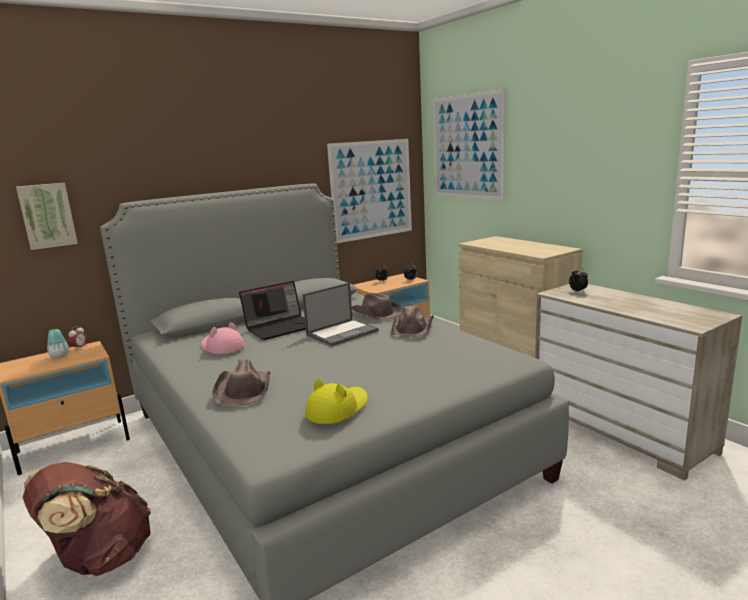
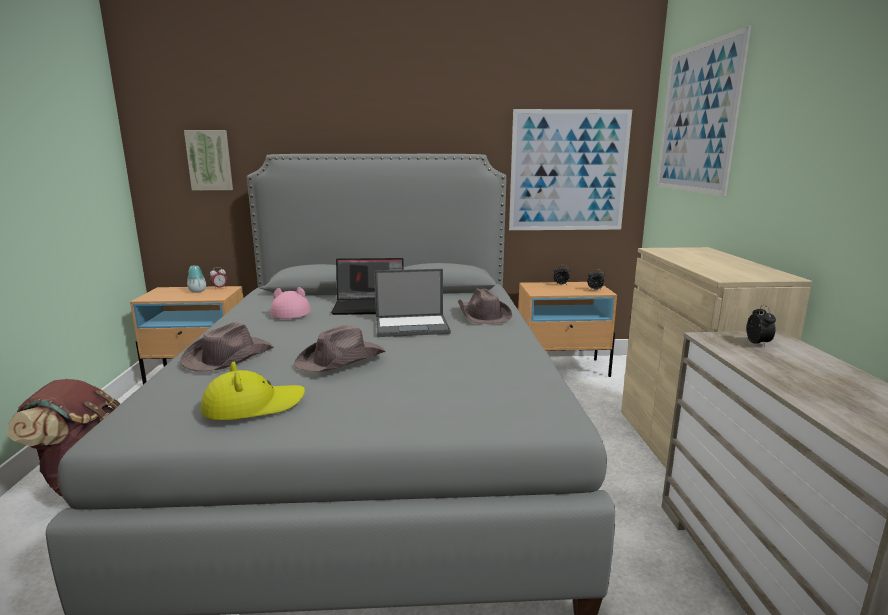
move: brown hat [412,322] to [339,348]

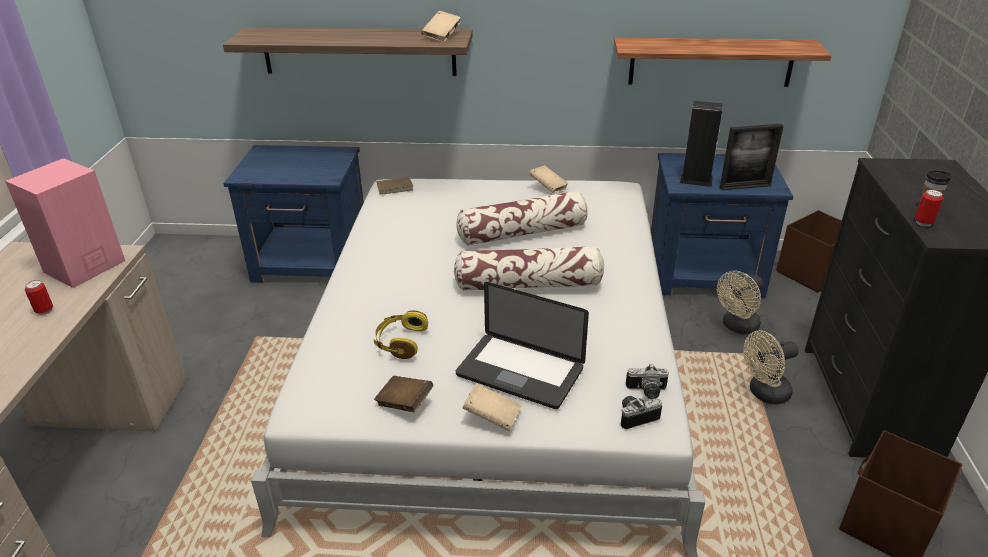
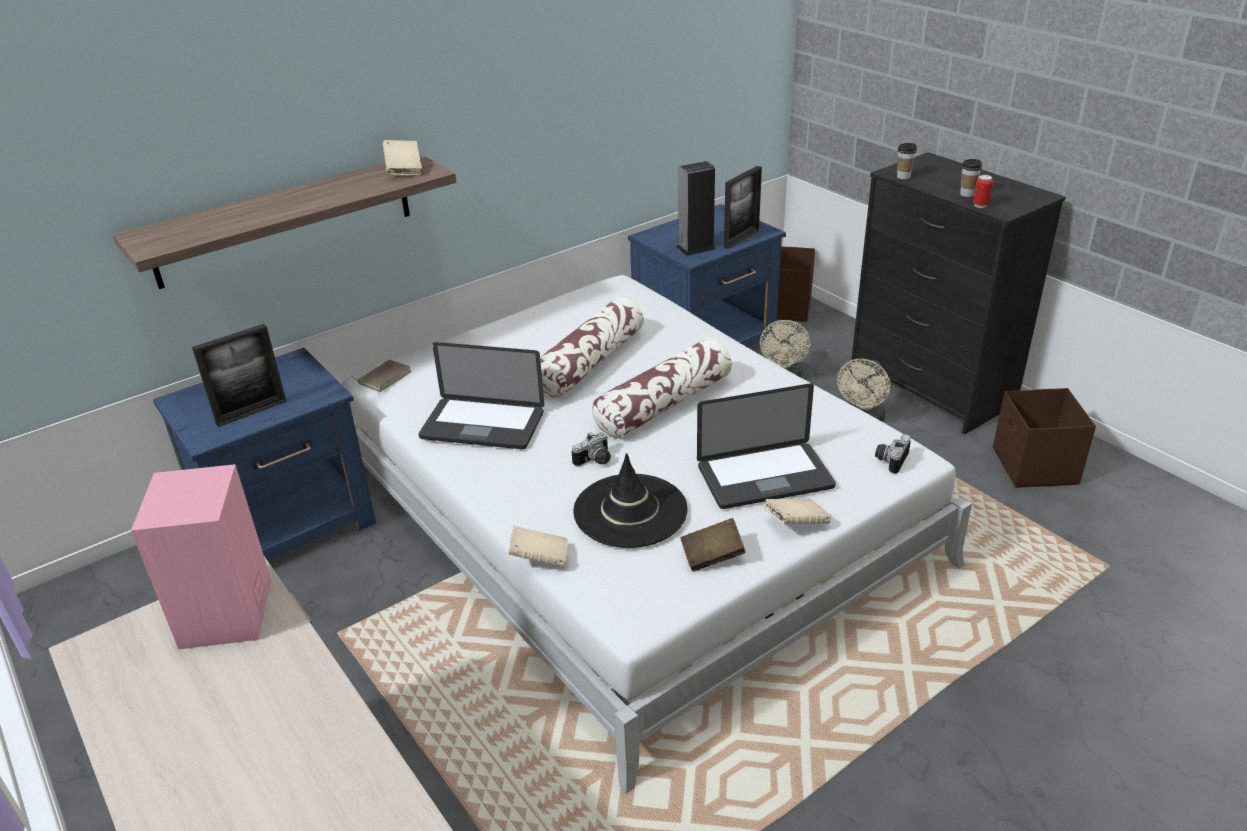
delete: can [39,297]; shelf [722,62]
insert: picture frame [239,375]; laptop [481,395]; cup [907,161]
move: beige book [549,179] to [538,546]; photo camera [647,381] to [591,449]
replace: yellow headphones [401,335] to black hat [630,500]

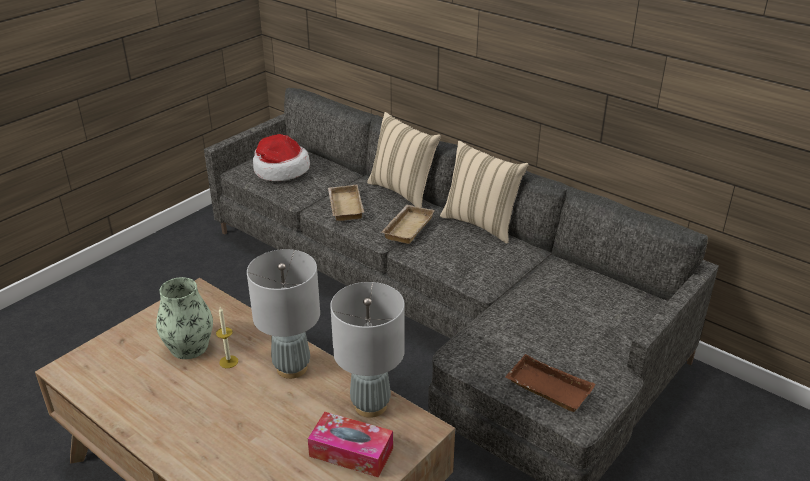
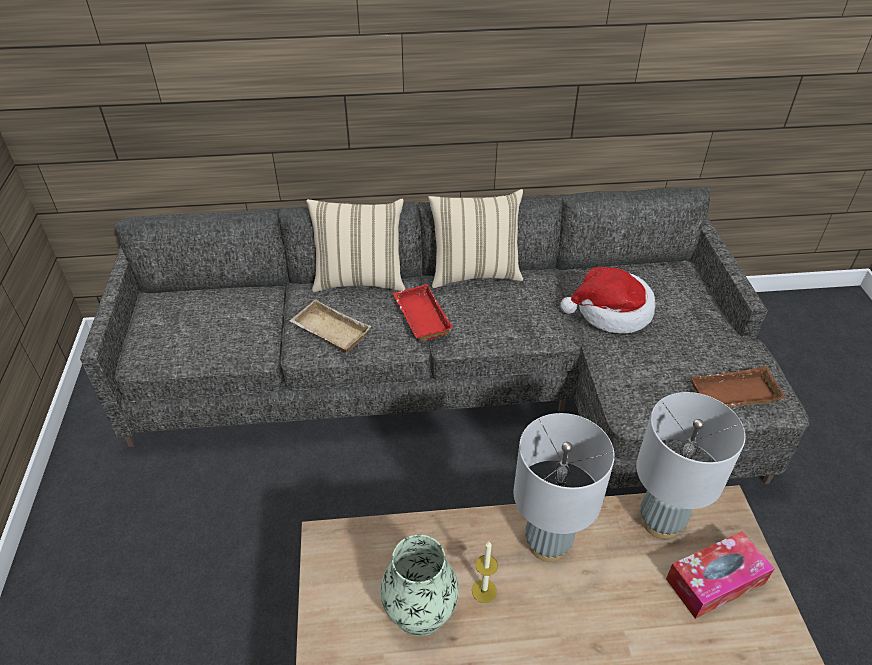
move: hat [281,157] to [607,300]
recolor: beige tray [408,224] to red tray [423,313]

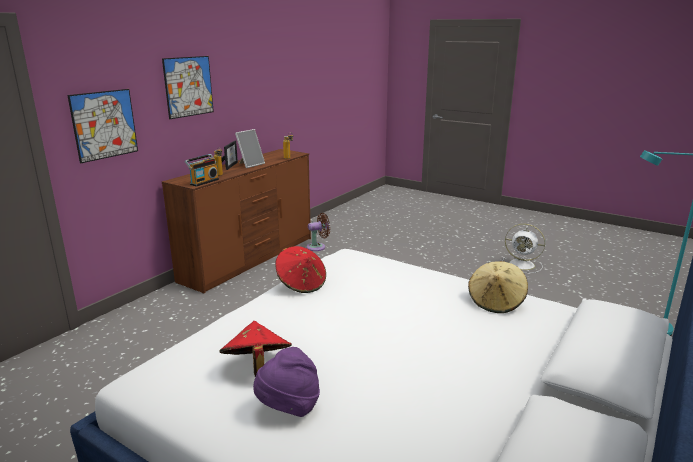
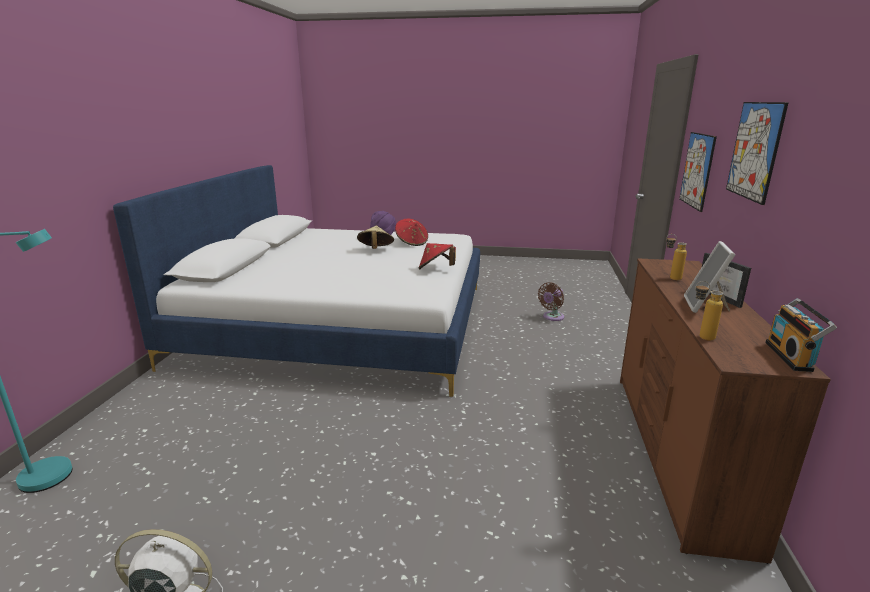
move: radio [202,170] to [801,335]; brown fan [318,232] to [551,301]; beige hat [498,287] to [375,237]

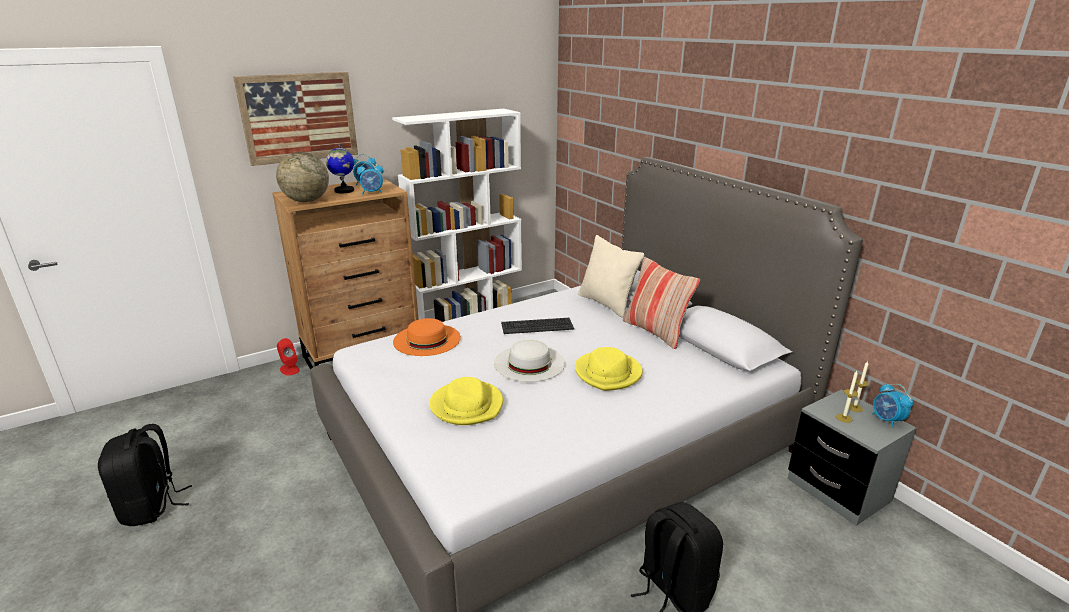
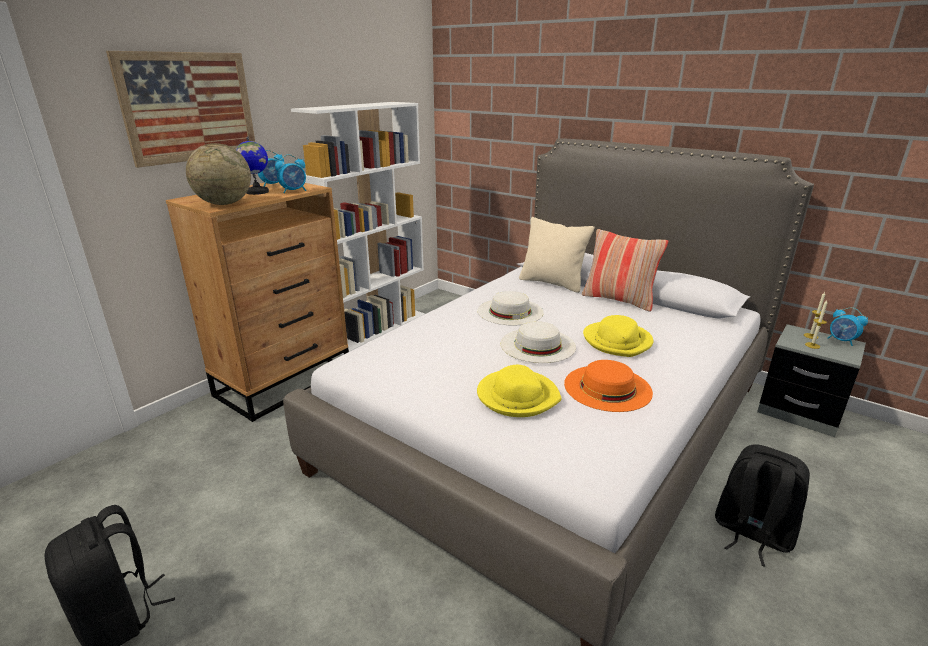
delete: red speaker [288,357]
move: orange hat [427,337] to [608,386]
replace: keyboard [537,326] to white hat [510,308]

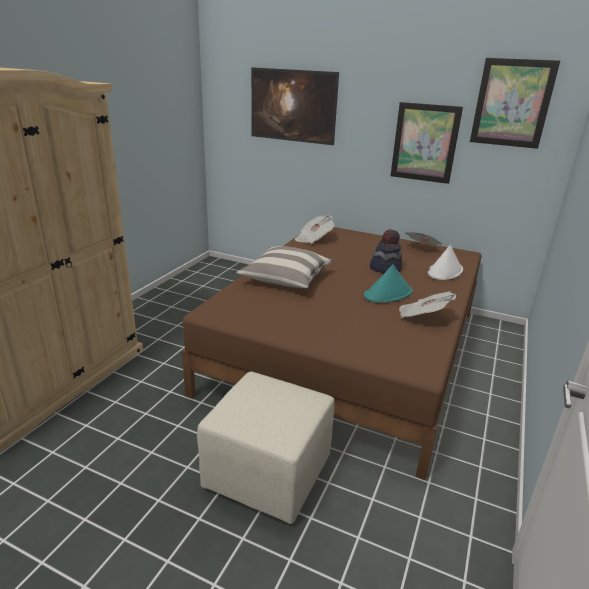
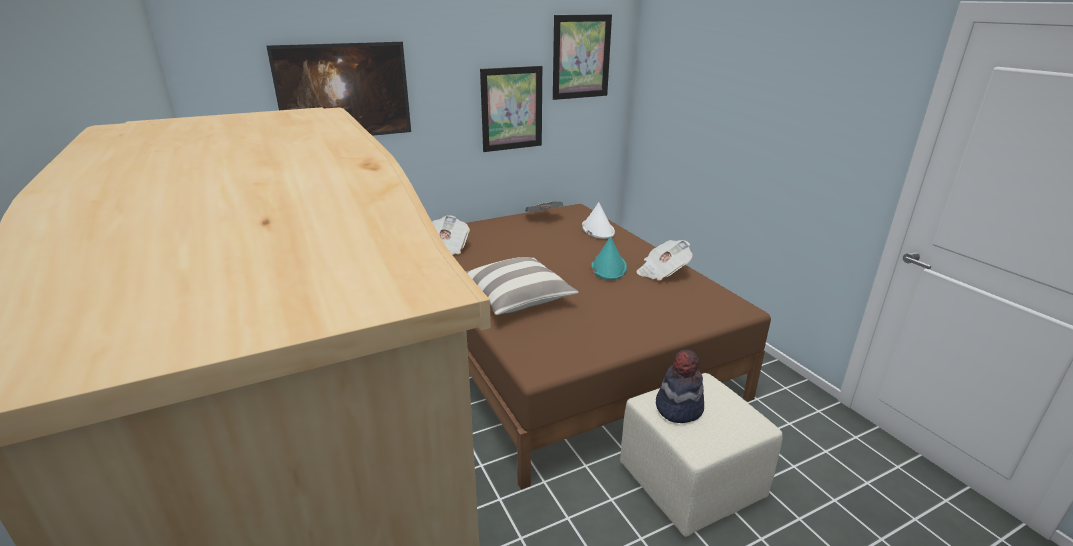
move: hat [386,251] to [680,386]

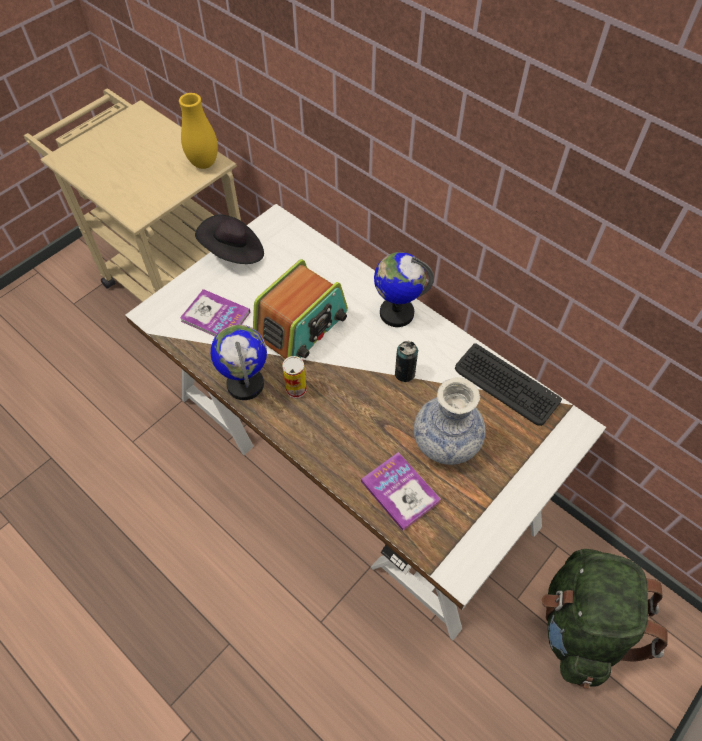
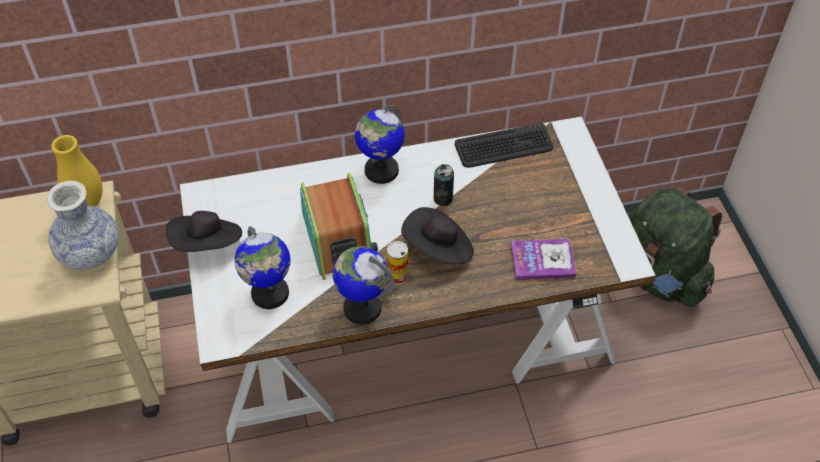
insert: black hat [437,235]
move: vase [449,421] to [83,225]
replace: book [215,313] to globe [262,267]

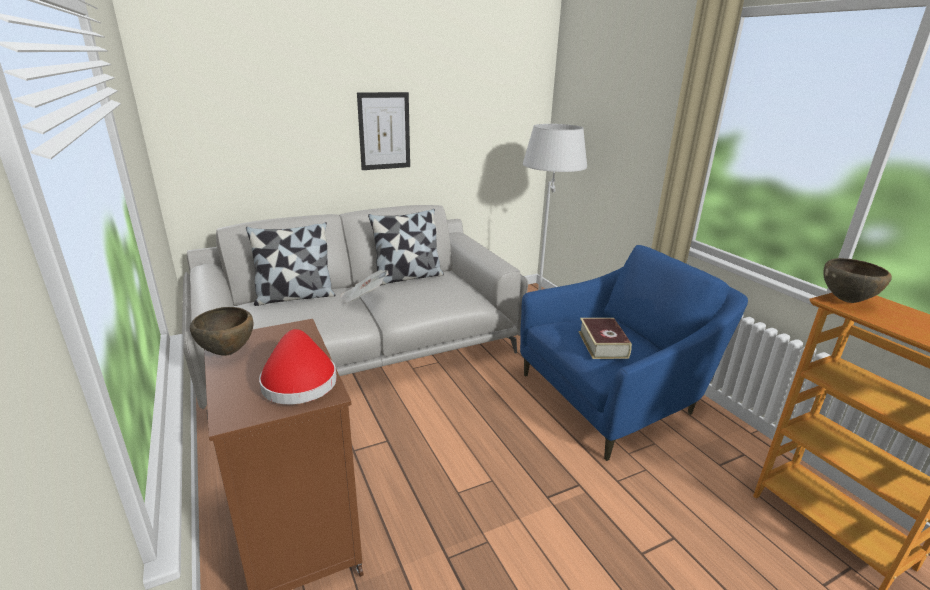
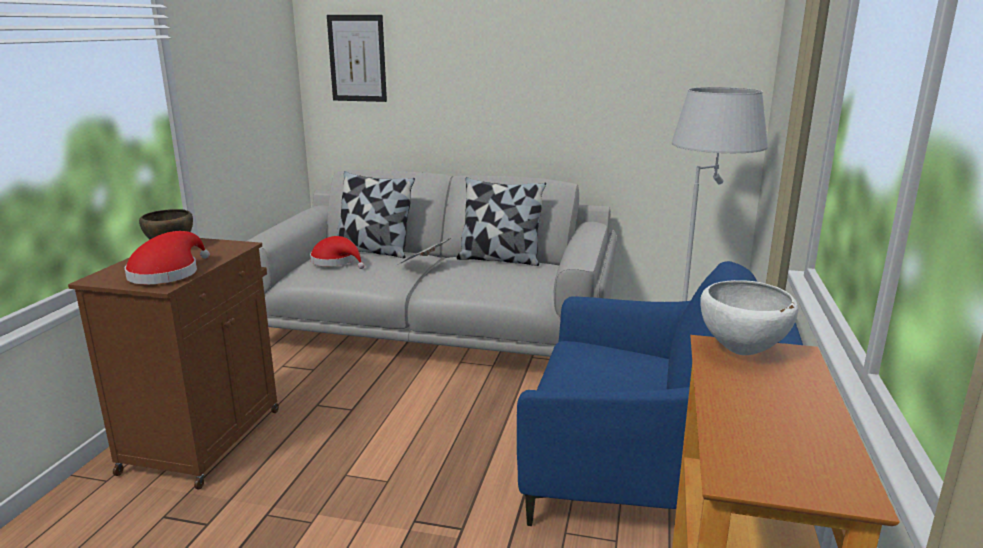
delete: book [605,338]
insert: red hat [337,252]
move: picture [383,131] to [357,58]
recolor: brown bowl [857,280] to white bowl [749,317]

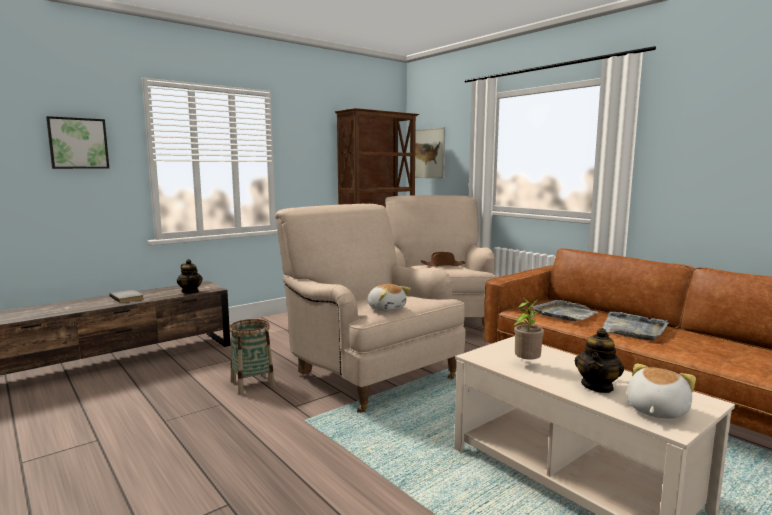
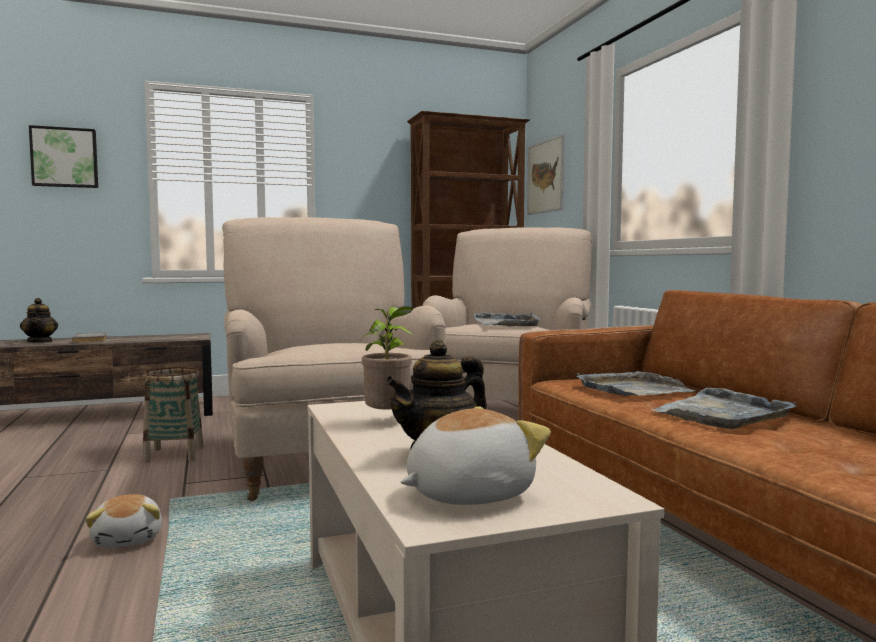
move: teapot [190,276] to [39,320]; plush toy [389,298] to [123,521]
replace: brown hat [443,259] to grey tray [507,319]

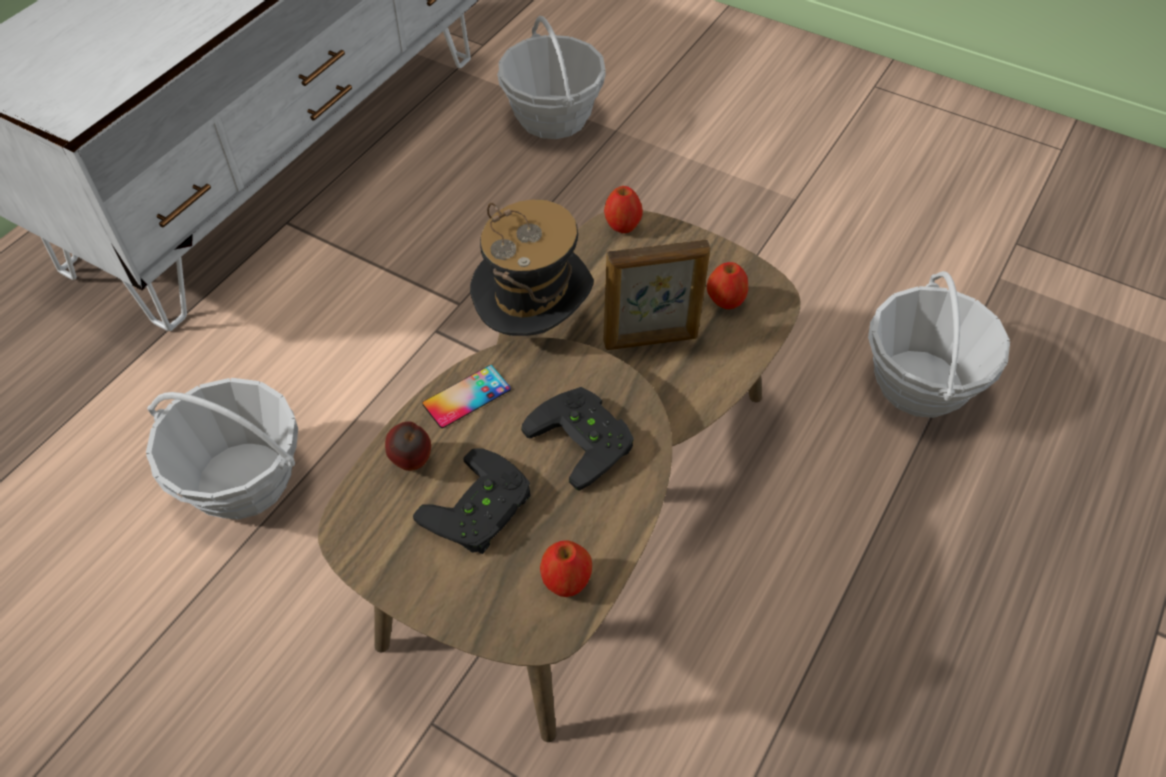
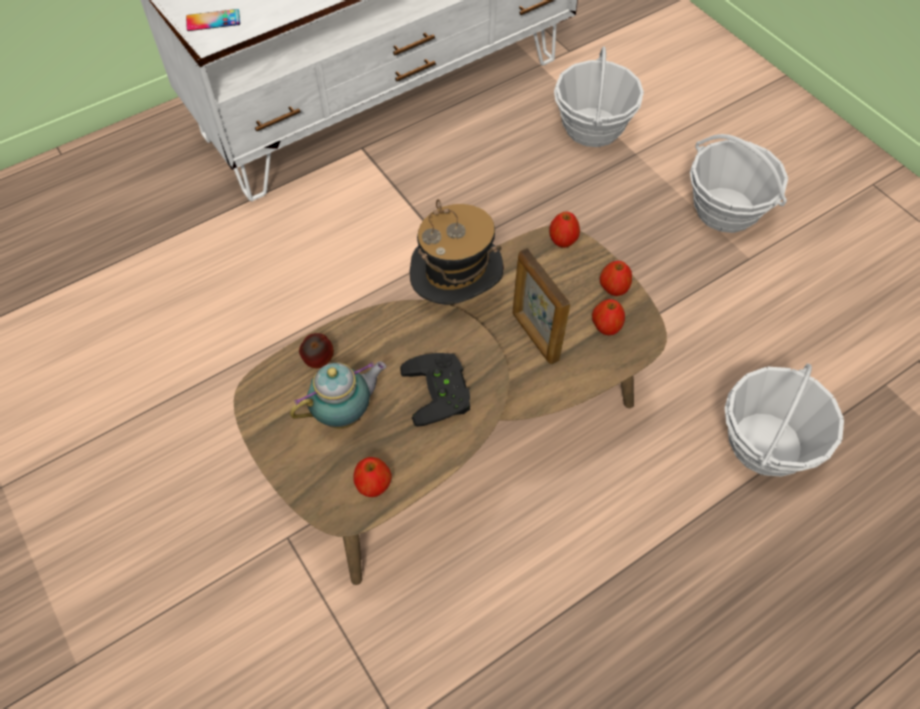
insert: apple [616,278]
move: basket [222,449] to [739,183]; phone [466,396] to [213,20]
replace: black game controller [472,501] to teapot [338,395]
rotate: picture frame [656,295] = [541,306] 45 degrees clockwise

